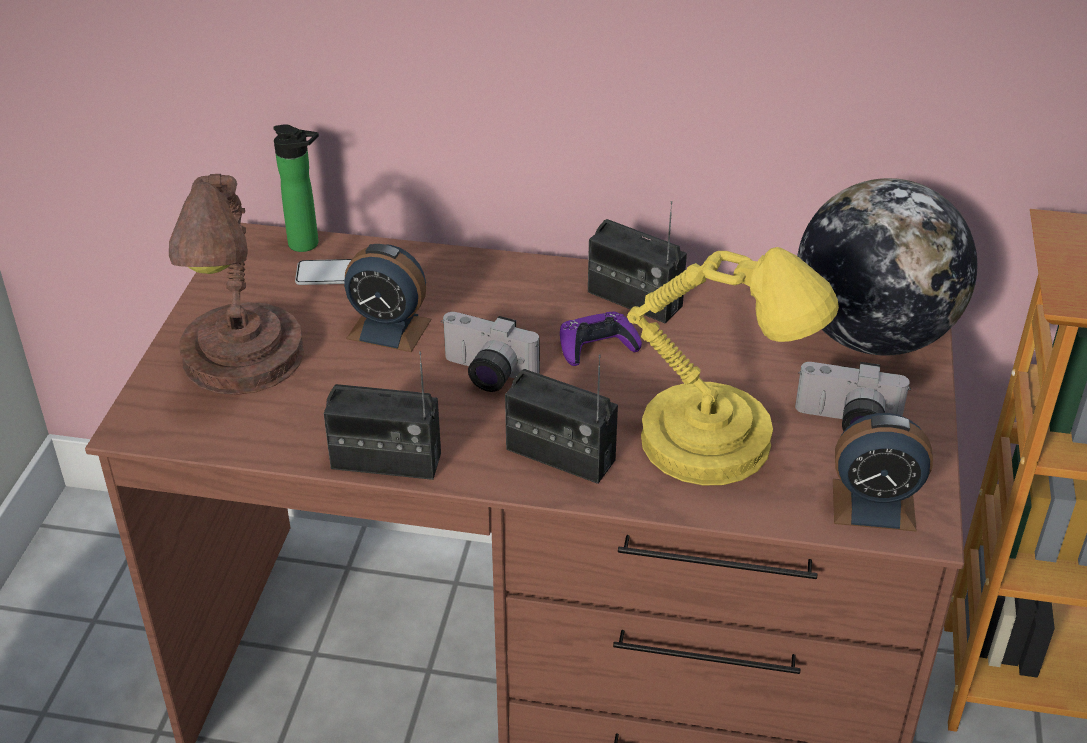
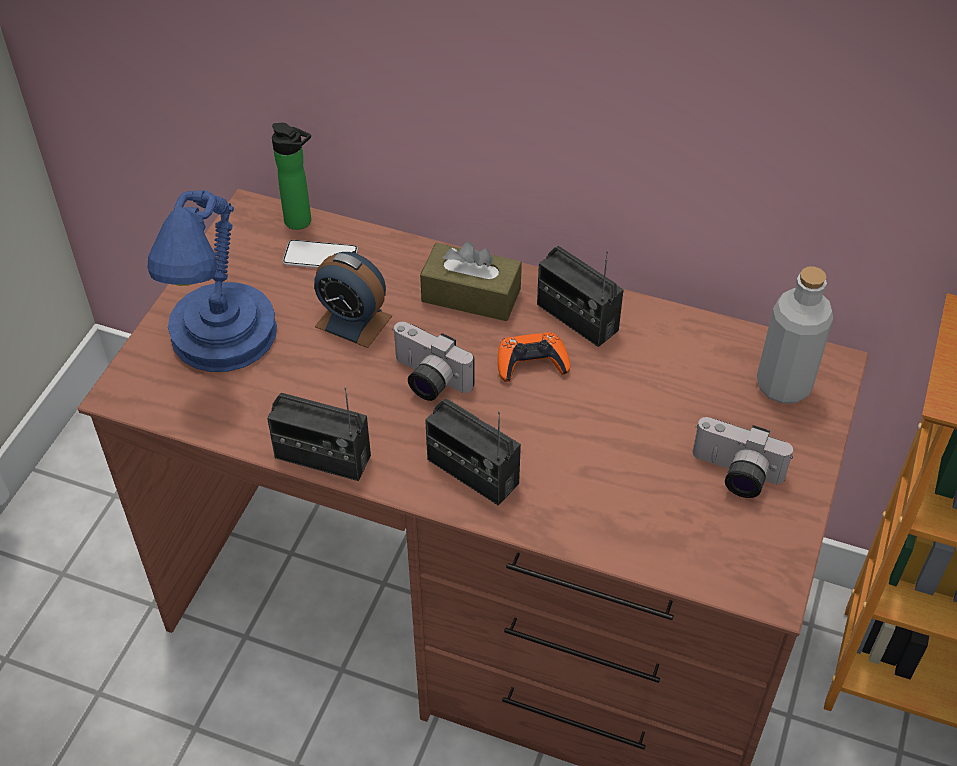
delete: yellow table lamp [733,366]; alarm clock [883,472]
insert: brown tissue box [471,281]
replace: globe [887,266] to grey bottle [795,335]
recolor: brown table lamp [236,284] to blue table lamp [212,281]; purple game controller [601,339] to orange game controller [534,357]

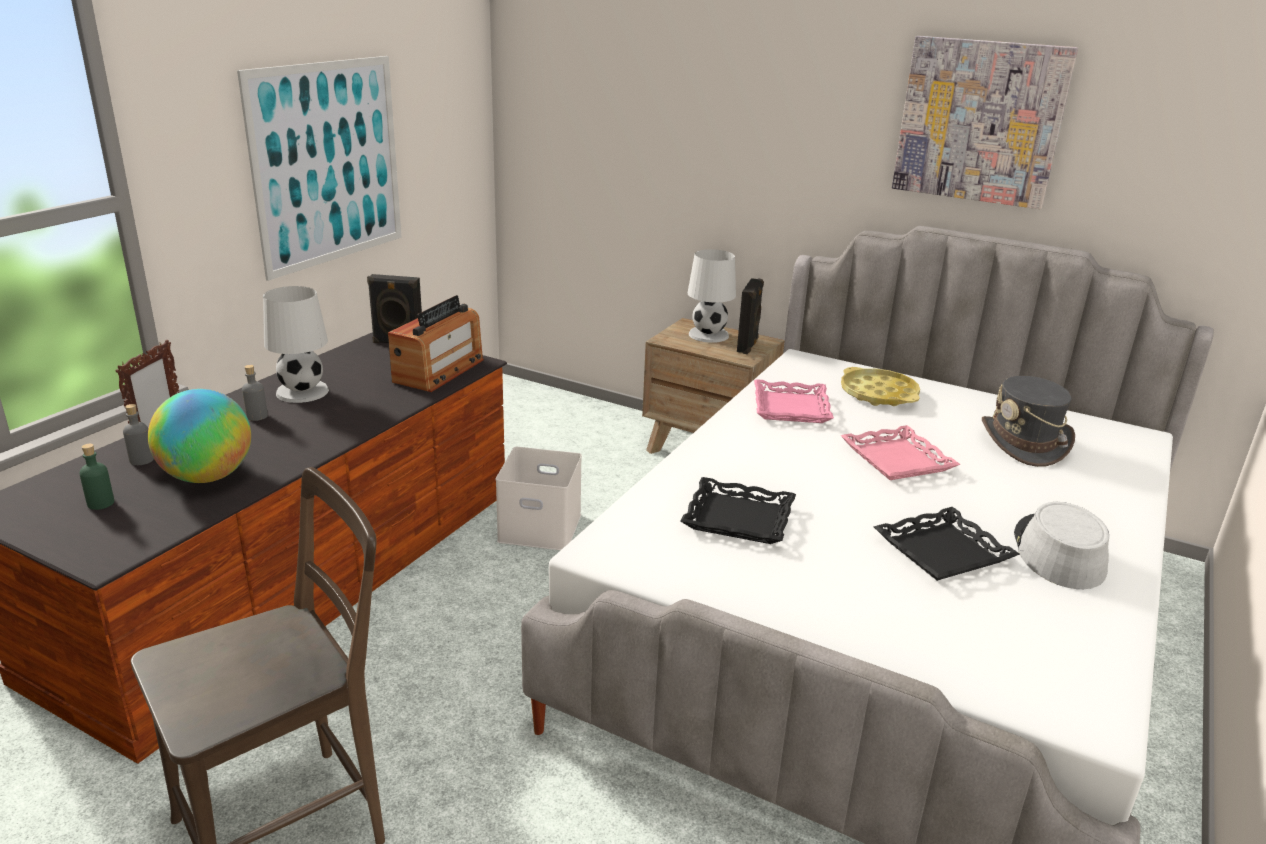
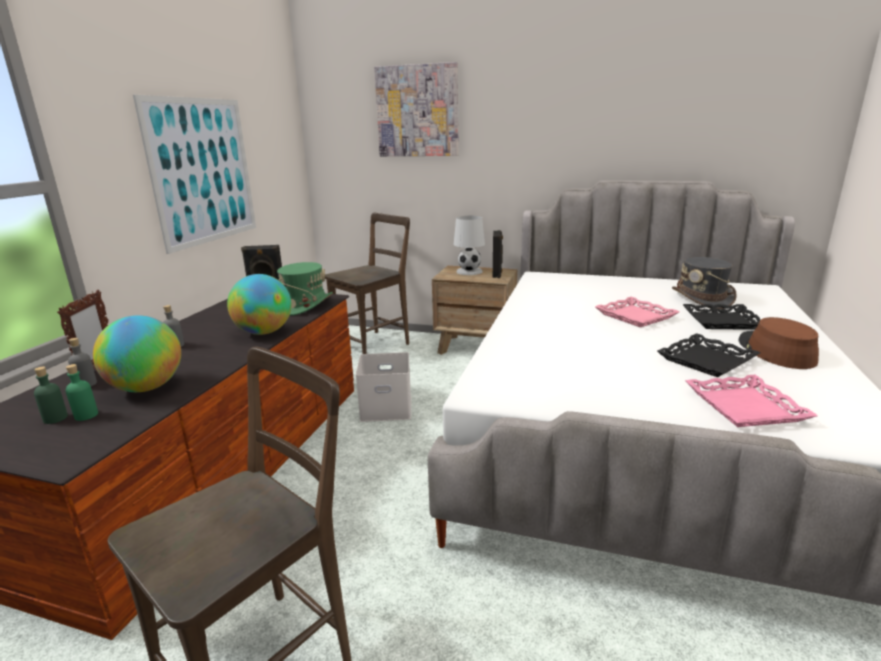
delete: white table lamp [296,344]; yellow tray [880,386]
insert: green bottle [81,392]; globe [259,304]; brown chair [367,283]
move: black tray [738,510] to [721,317]; pink tray [794,401] to [751,401]; picture [985,122] to [416,109]
replace: radio [436,343] to green hat [305,289]
recolor: grey hat [1061,545] to brown hat [778,343]

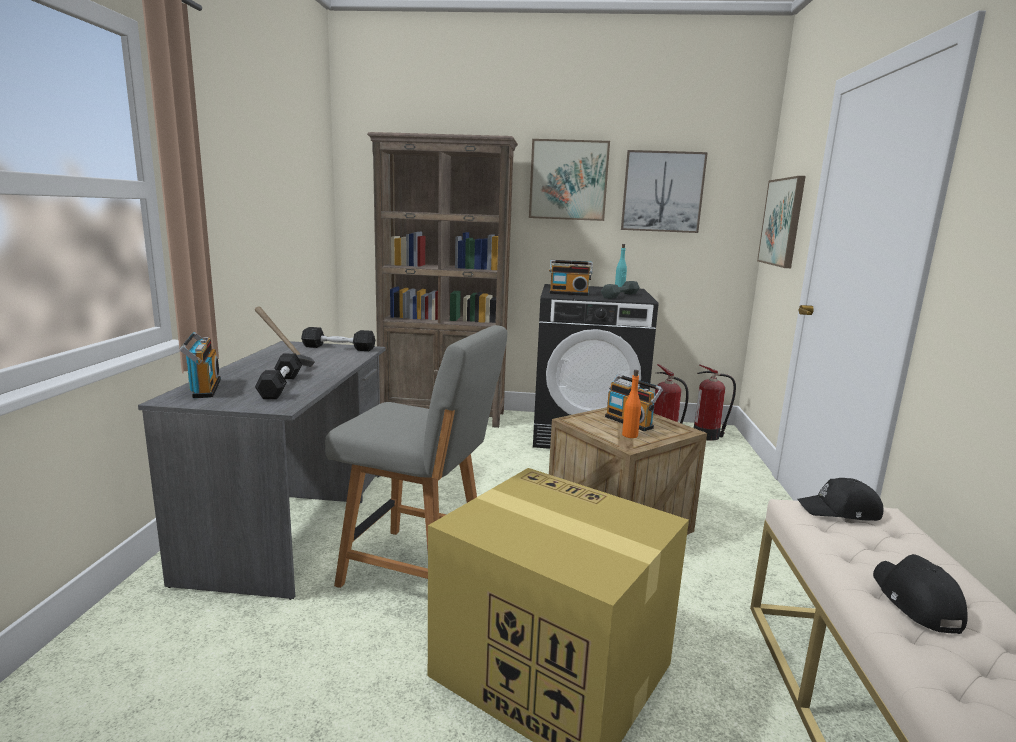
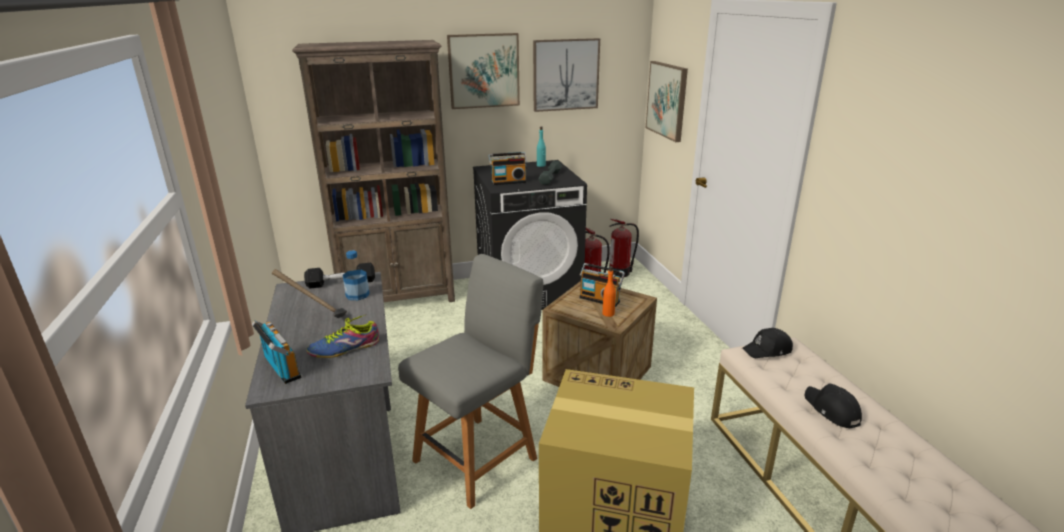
insert: bottle [356,275]
replace: black dumbbell [278,376] to shoe [342,336]
rotate: grey chair [416,456] = [470,381] 45 degrees counterclockwise

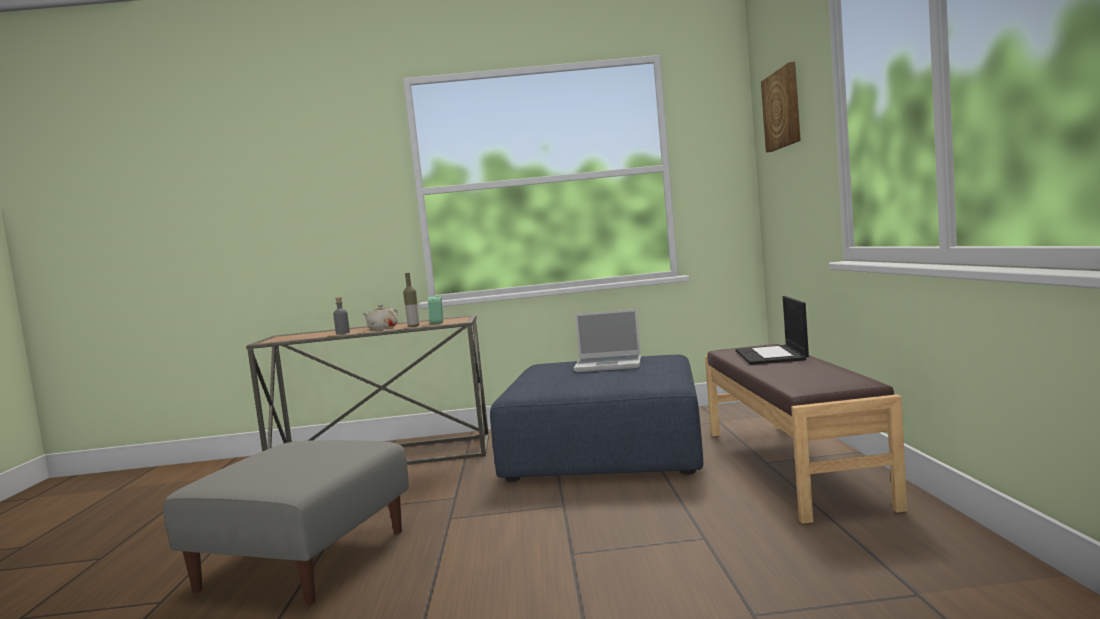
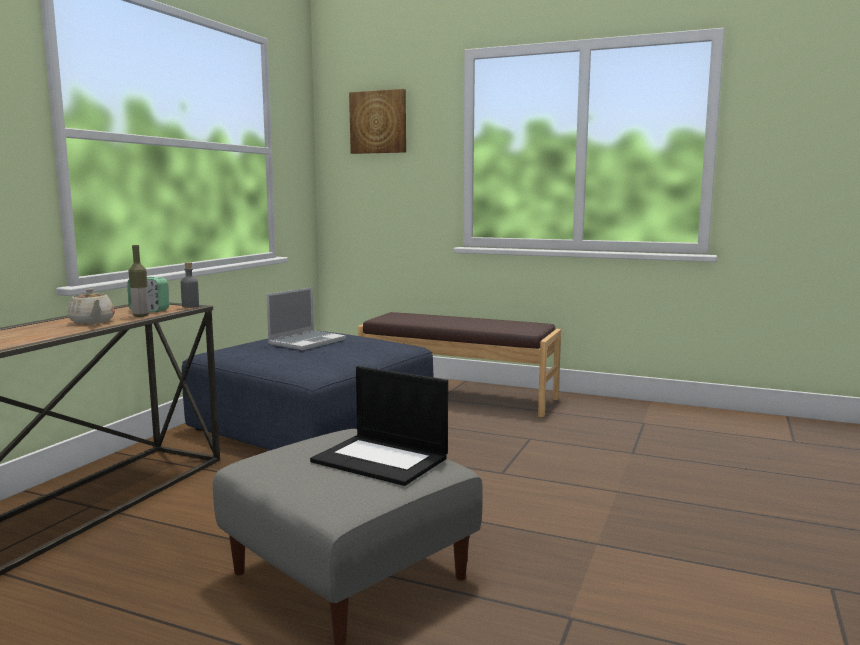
move: grey bottle [341,315] to [190,285]; laptop [772,330] to [379,426]

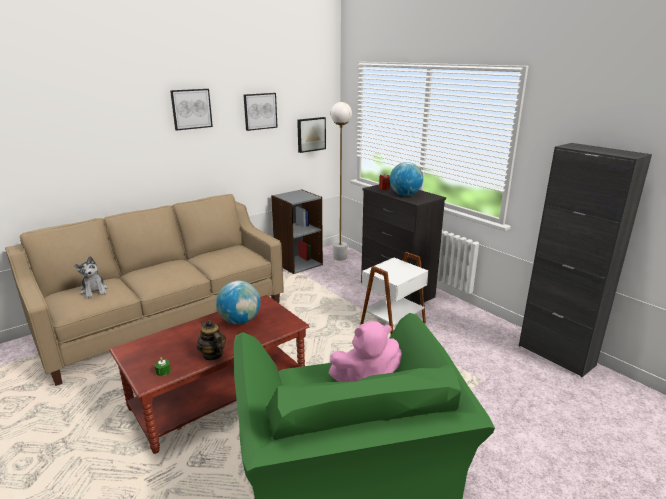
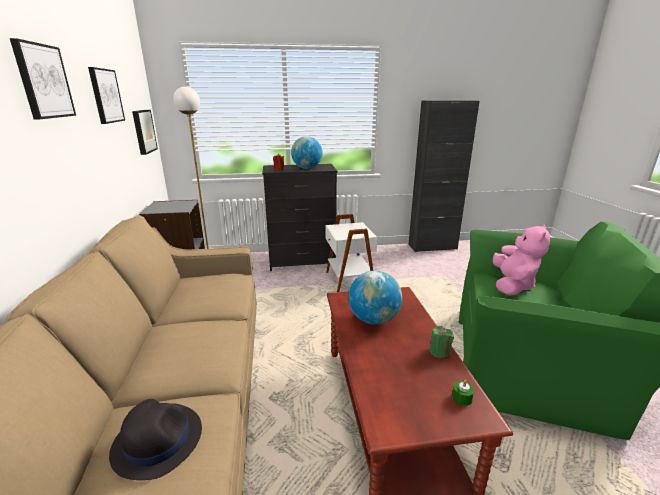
replace: plush toy [91,277] to black hat [155,439]; teapot [211,340] to green candle [441,342]

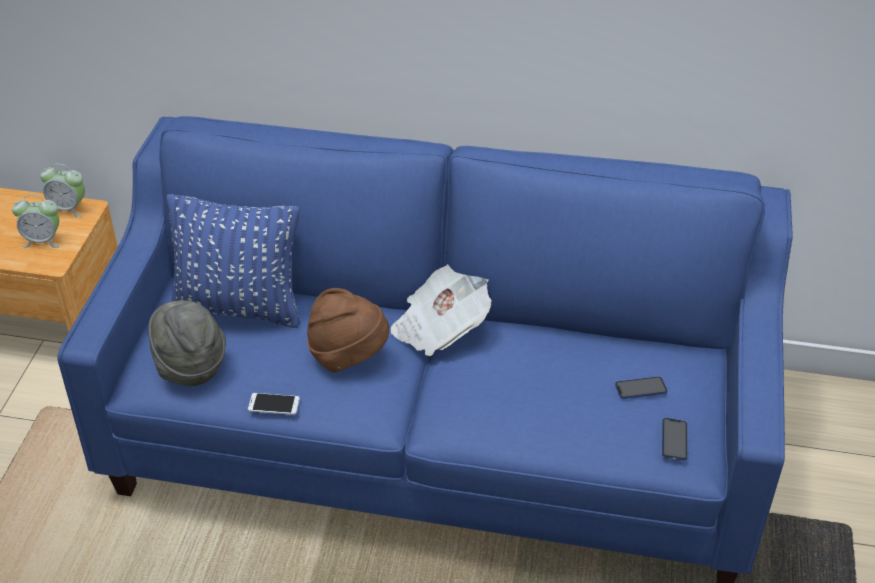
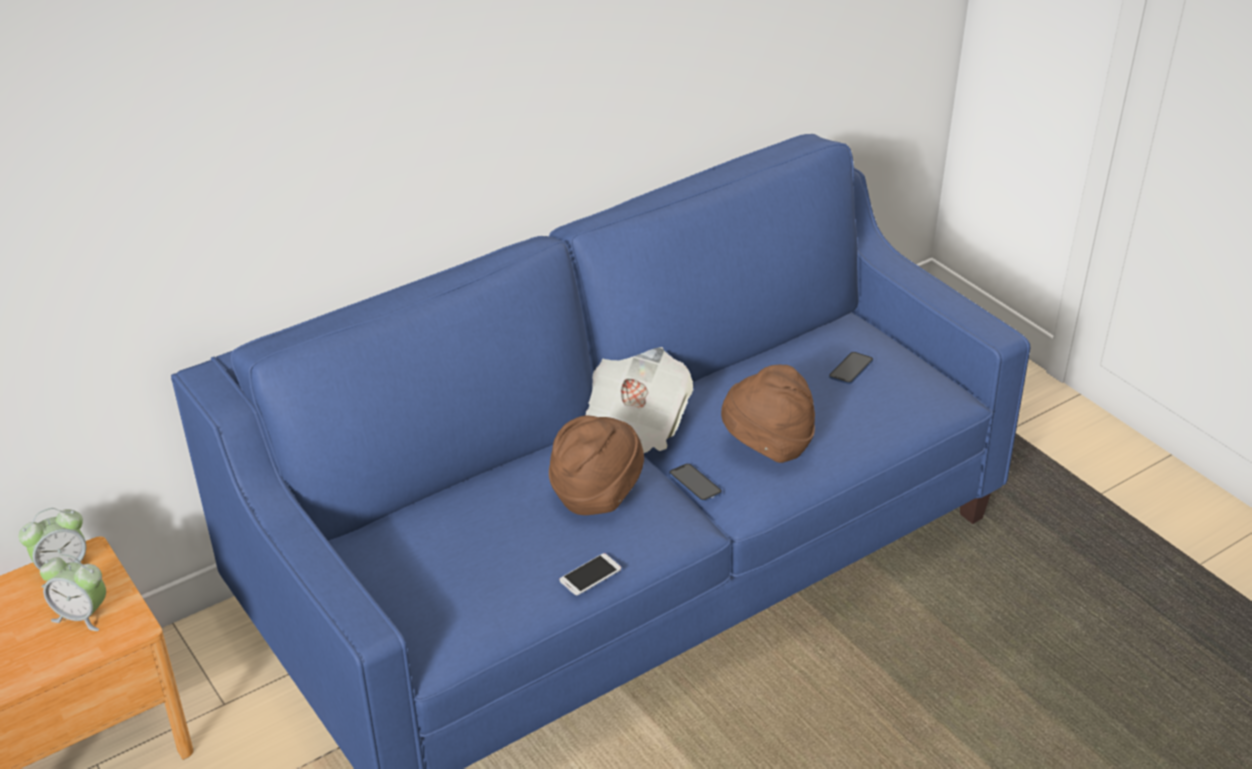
delete: grey hat [187,343]; blue pillow [233,261]
insert: brown hat [768,414]
move: phone [674,439] to [695,482]
rotate: alarm clock [36,221] = [73,592] 60 degrees clockwise

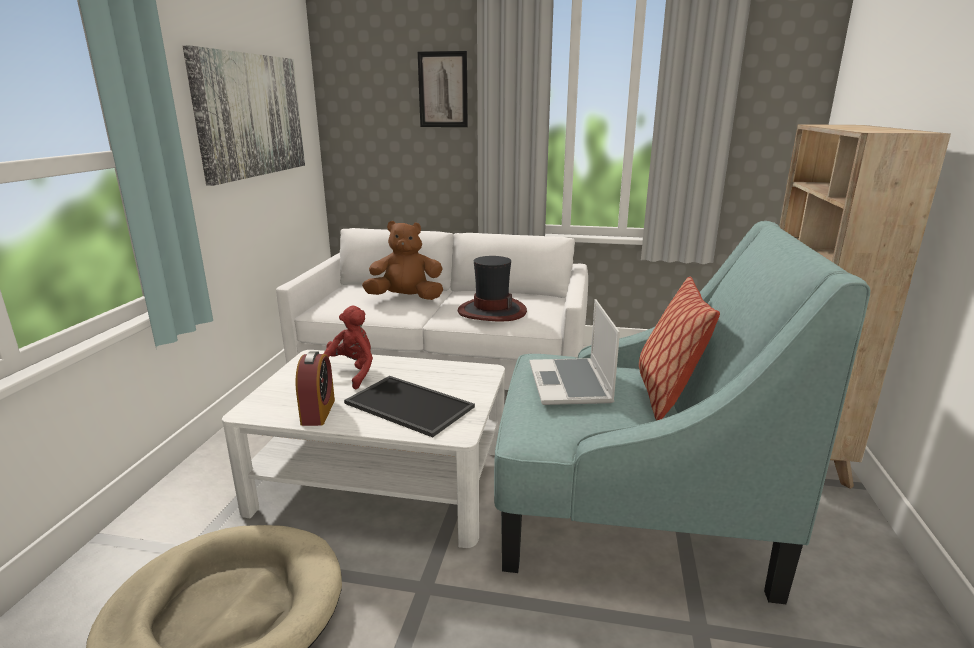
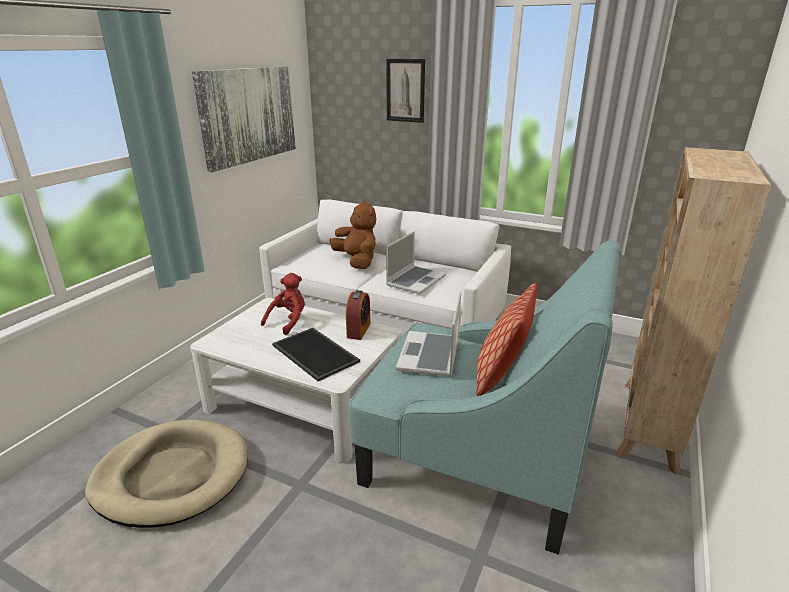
move: alarm clock [315,388] to [358,315]
replace: hat [492,288] to laptop [416,262]
rotate: brown plush toy [402,260] = [352,234] 45 degrees clockwise

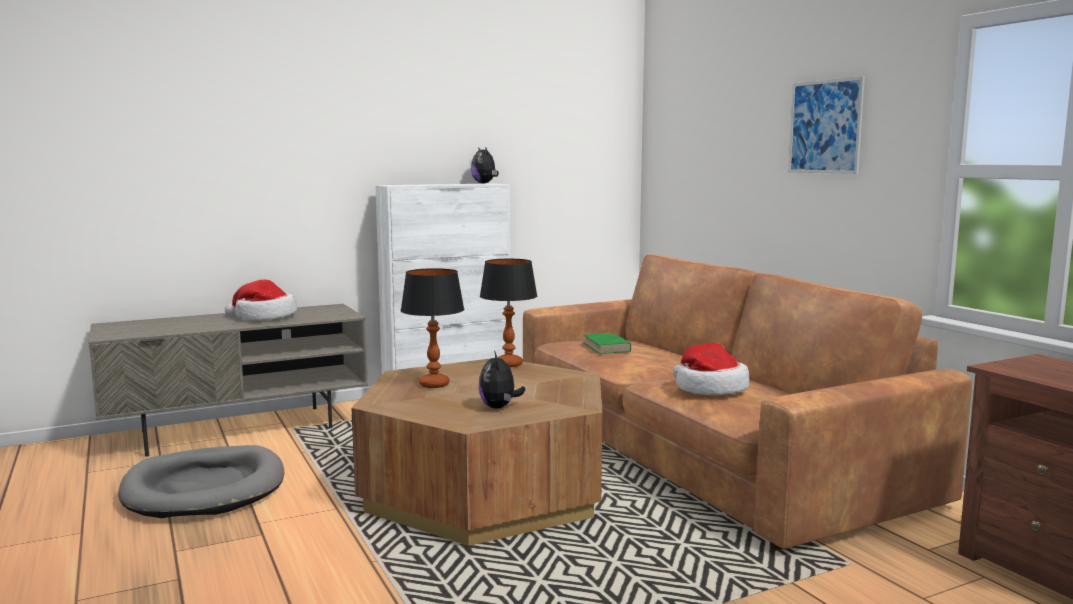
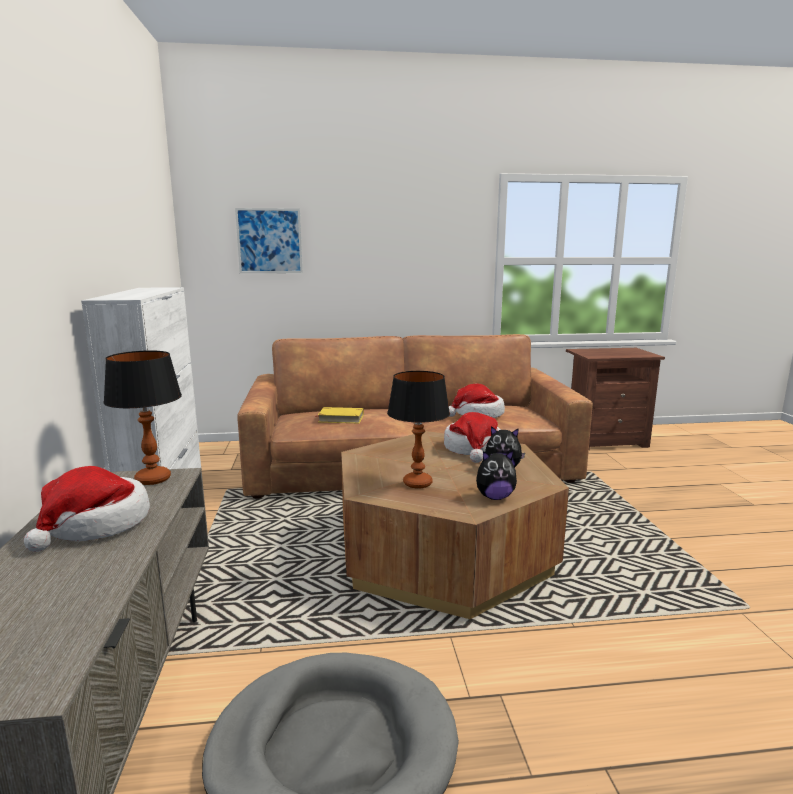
insert: hat [472,437]
move: plush toy [485,165] to [496,475]; table lamp [508,313] to [142,417]; picture [826,125] to [269,240]
recolor: green book [607,343] to yellow book [341,415]

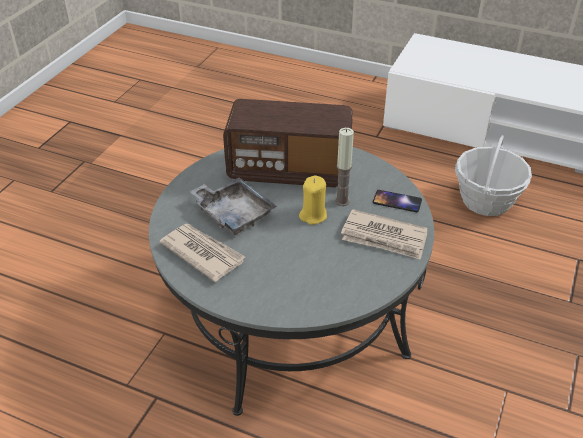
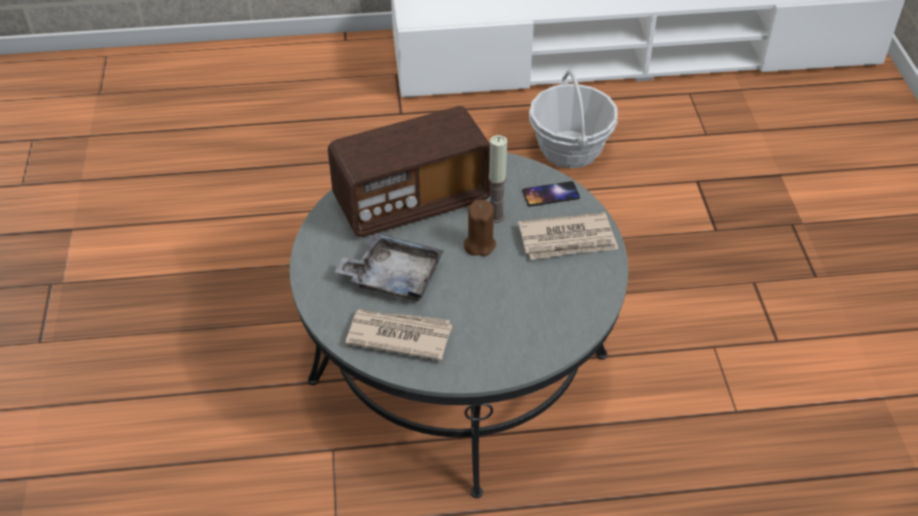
recolor: yellow candle [313,200] to brown candle [480,228]

